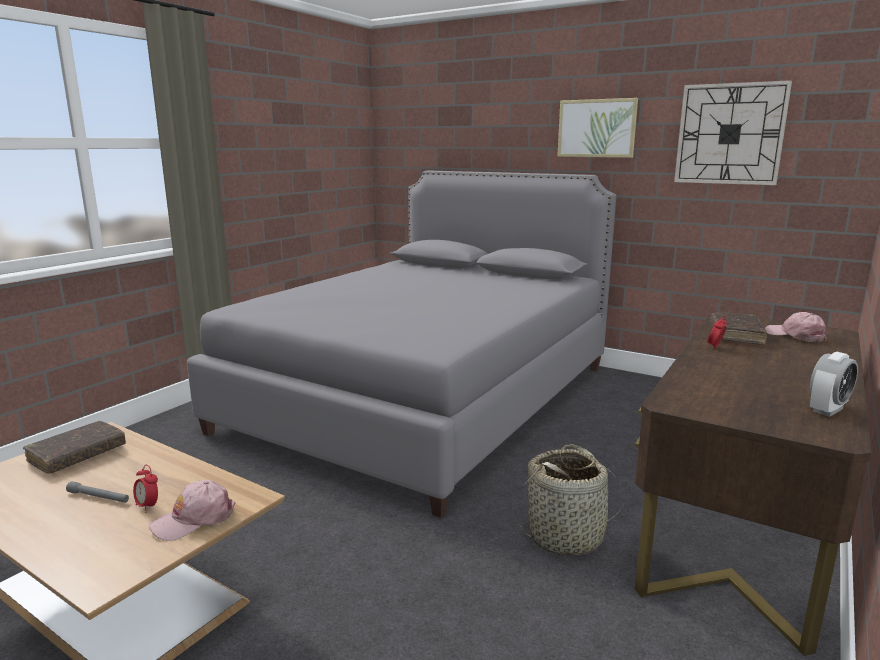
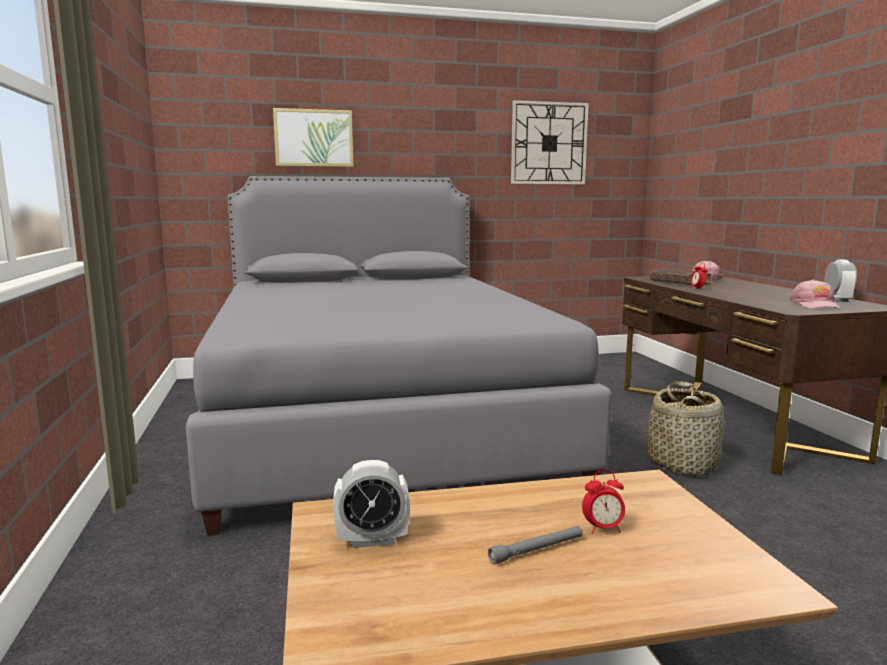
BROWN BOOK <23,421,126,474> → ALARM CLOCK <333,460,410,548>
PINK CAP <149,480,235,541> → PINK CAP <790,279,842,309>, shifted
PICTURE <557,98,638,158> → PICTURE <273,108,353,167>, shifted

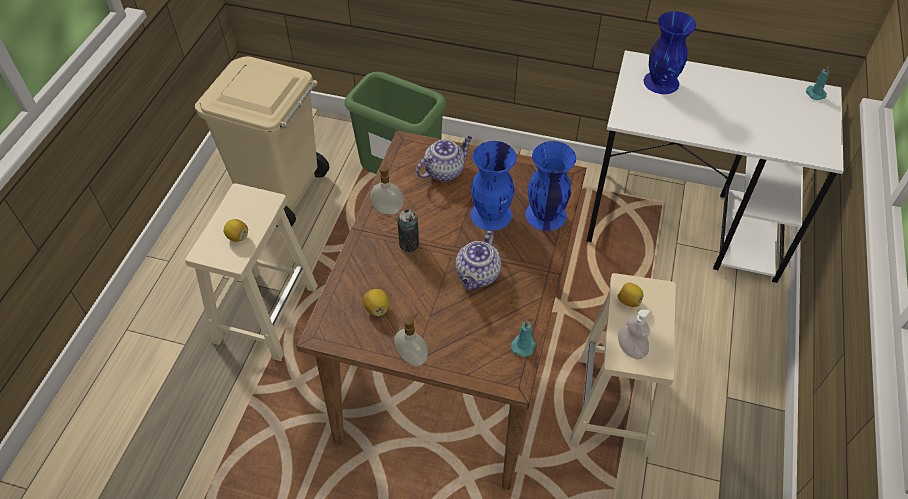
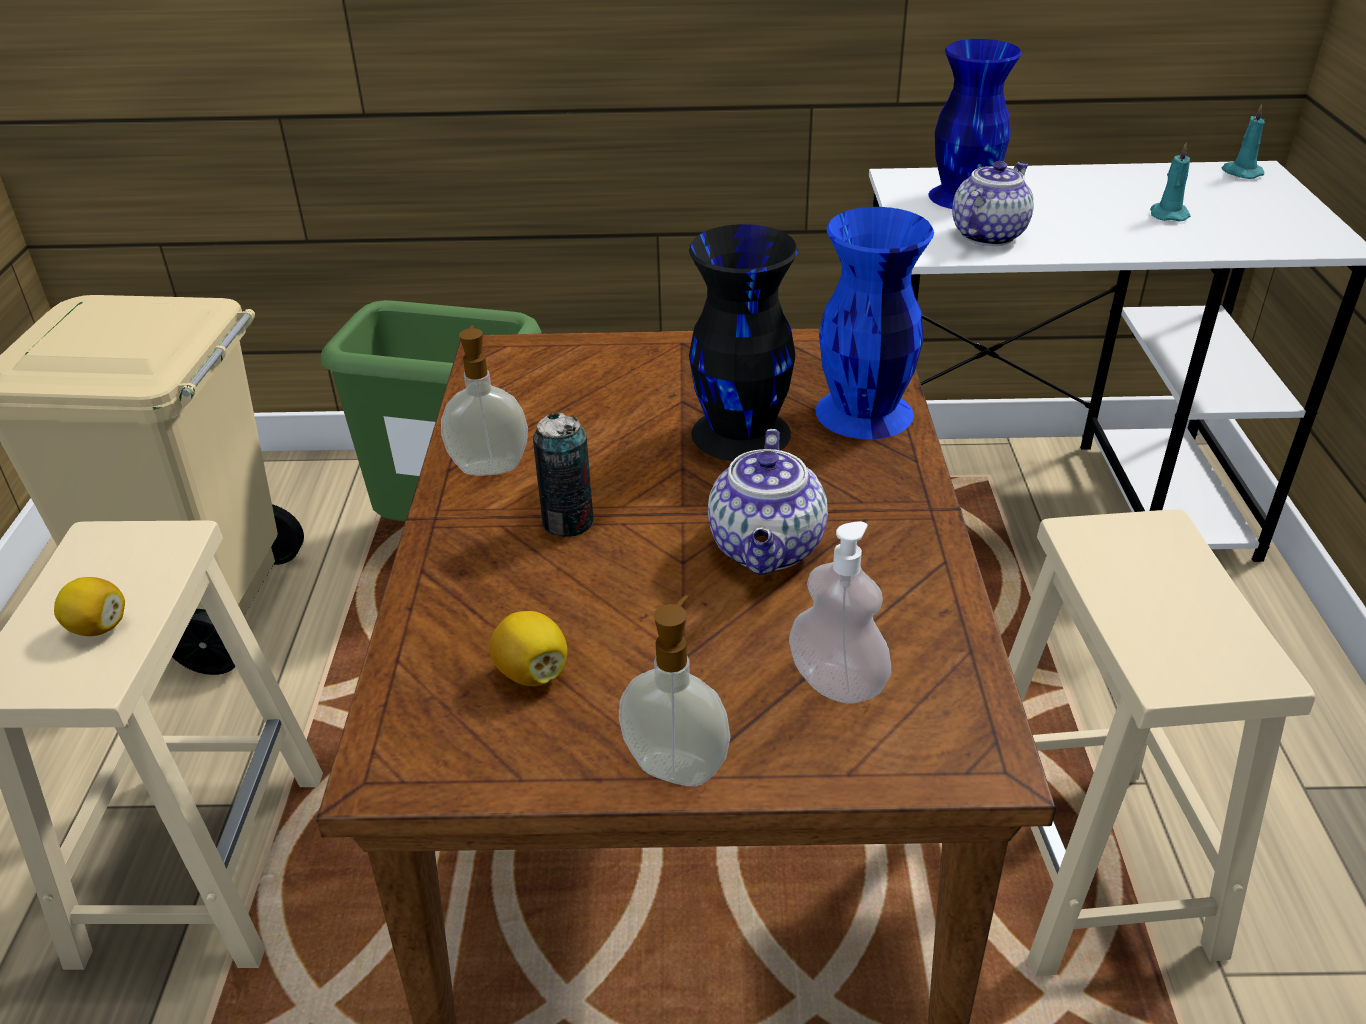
TEAPOT <416,136,472,182> → TEAPOT <952,161,1034,246>, shifted
BLUE VASE <471,141,517,231> → BLACK VASE <689,224,798,461>
TURQUOISE CANDLE <511,321,536,357> → TURQUOISE CANDLE <1150,143,1191,221>, shifted
LEMON <618,283,644,307> → -
SOAP DISPENSER <618,310,650,360> → SOAP DISPENSER <789,521,891,704>, shifted

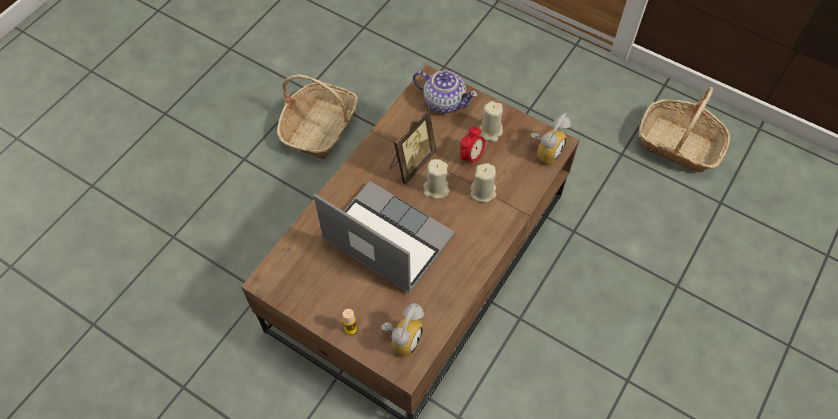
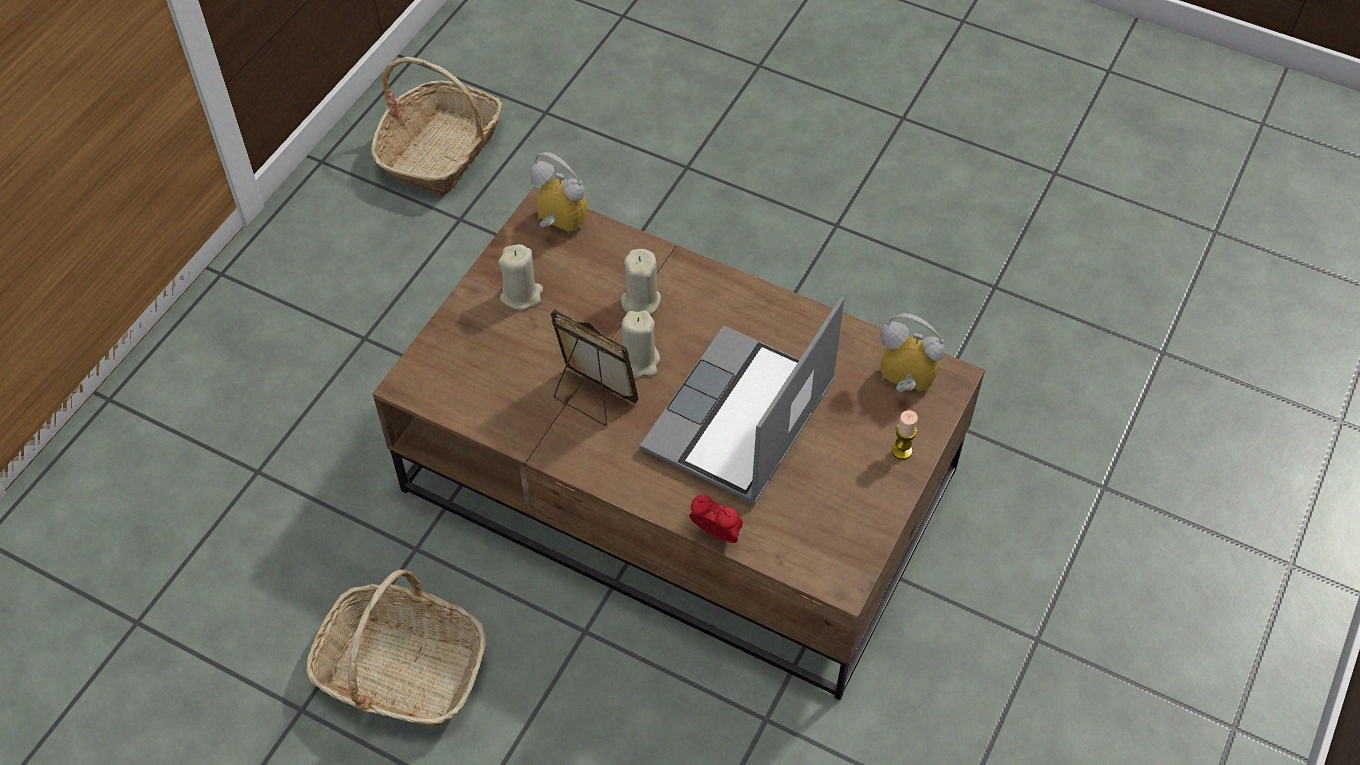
TEAPOT <413,71,478,113> → -
ALARM CLOCK <460,126,485,167> → ALARM CLOCK <689,495,743,543>, shifted

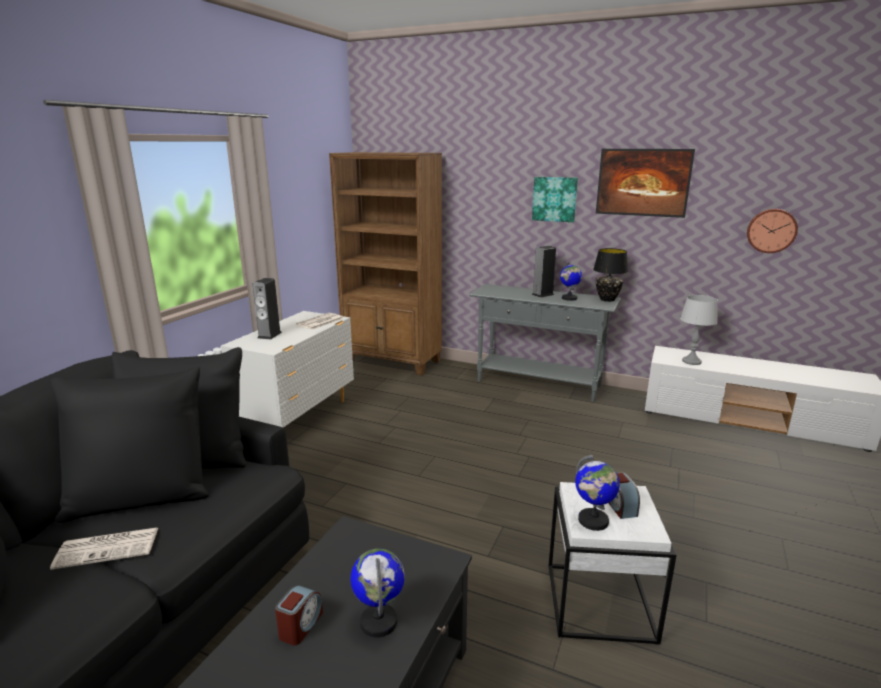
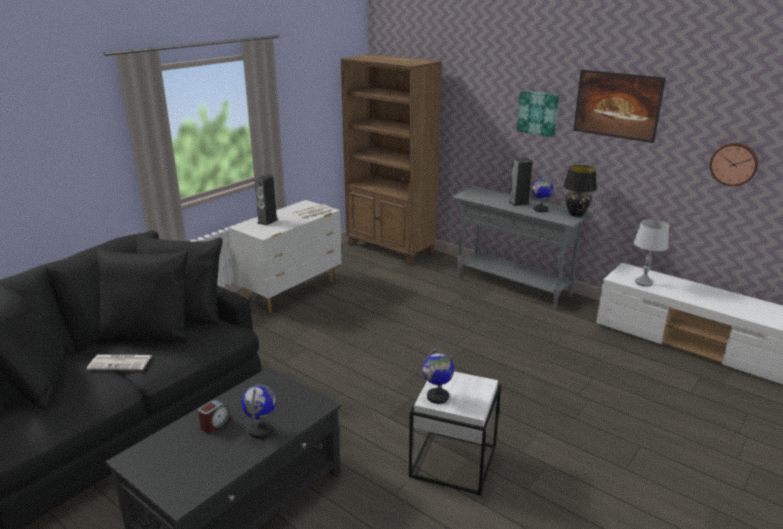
ALARM CLOCK <609,472,640,519> → -

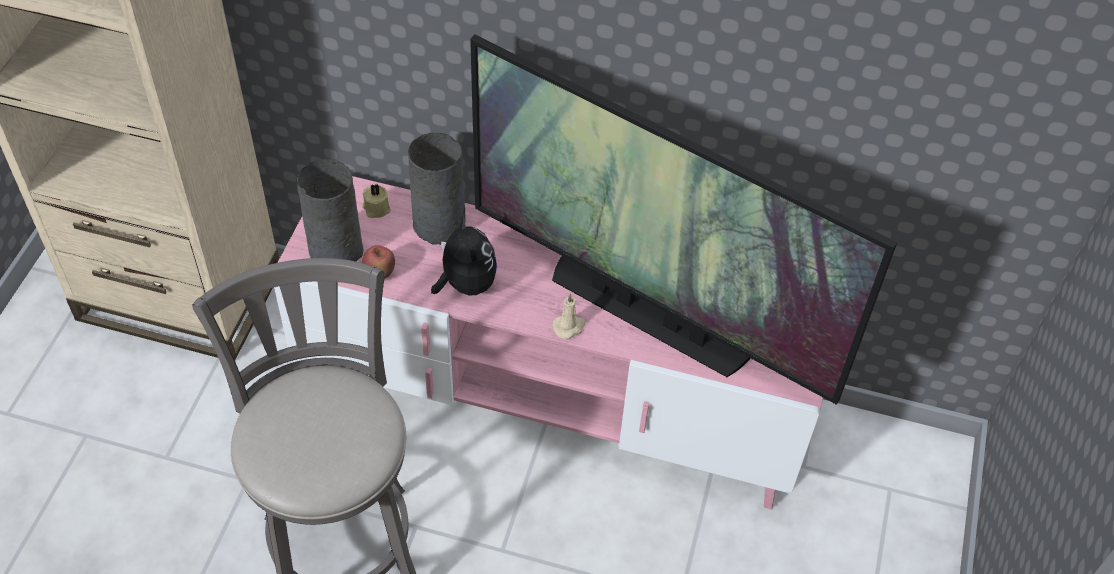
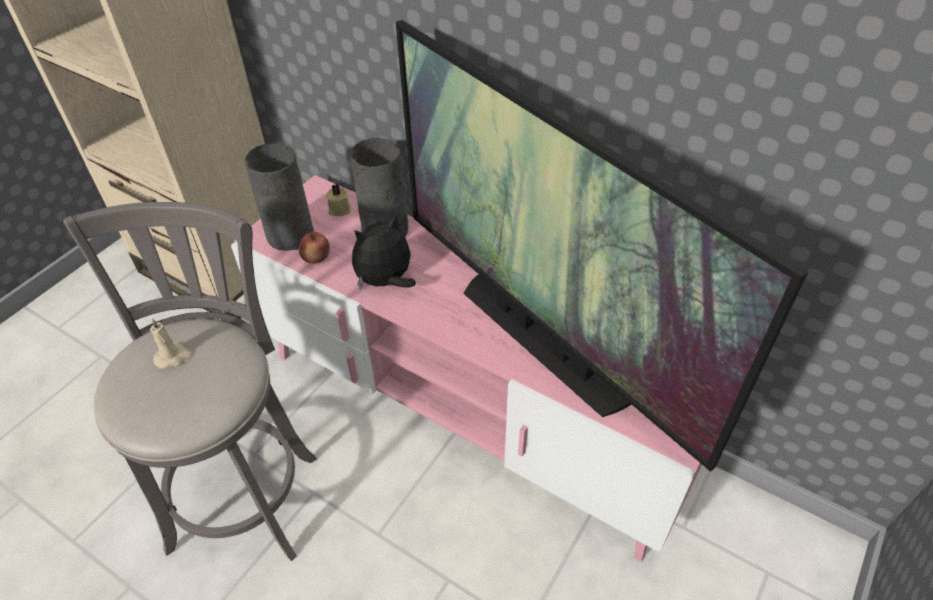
PLUSH TOY <431,214,497,296> → PLUSH TOY <352,214,416,290>, 120 degrees counterclockwise
BEIGE CANDLE <552,293,585,339> → BEIGE CANDLE <150,318,193,369>, shifted

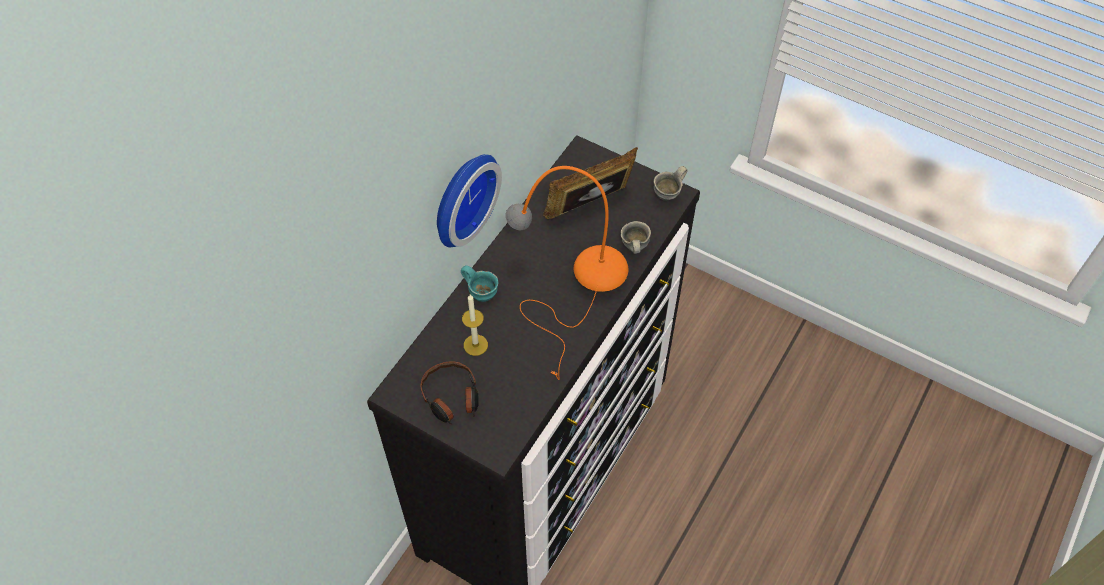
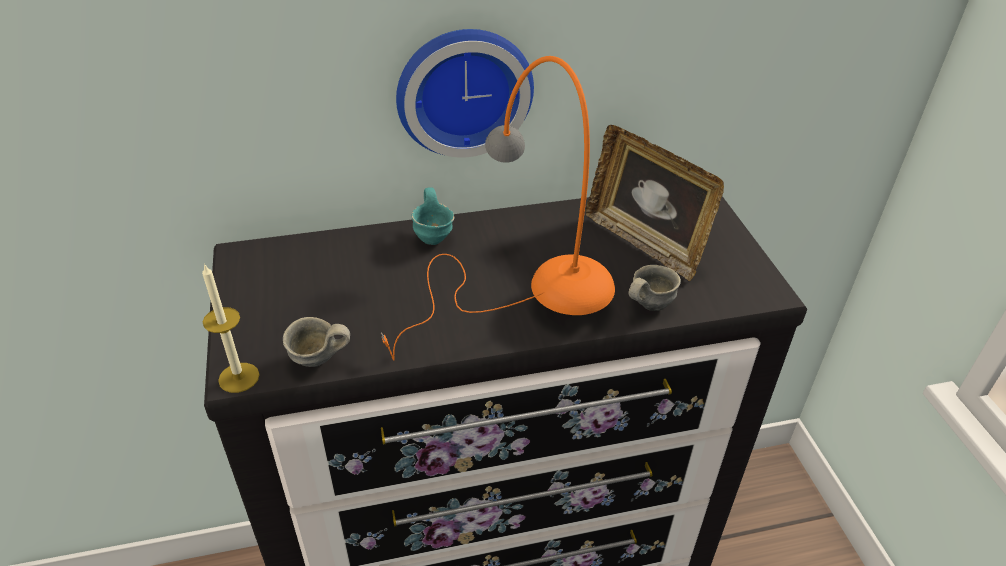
HEADPHONES <420,361,479,425> → -
CANDLE <462,295,488,356> → CANDLE <202,263,260,393>, shifted
PICTURE FRAME <543,147,638,220> → PICTURE FRAME <585,125,724,281>, 150 degrees counterclockwise
GREY MUG <654,166,688,201> → GREY MUG <283,317,350,367>, shifted

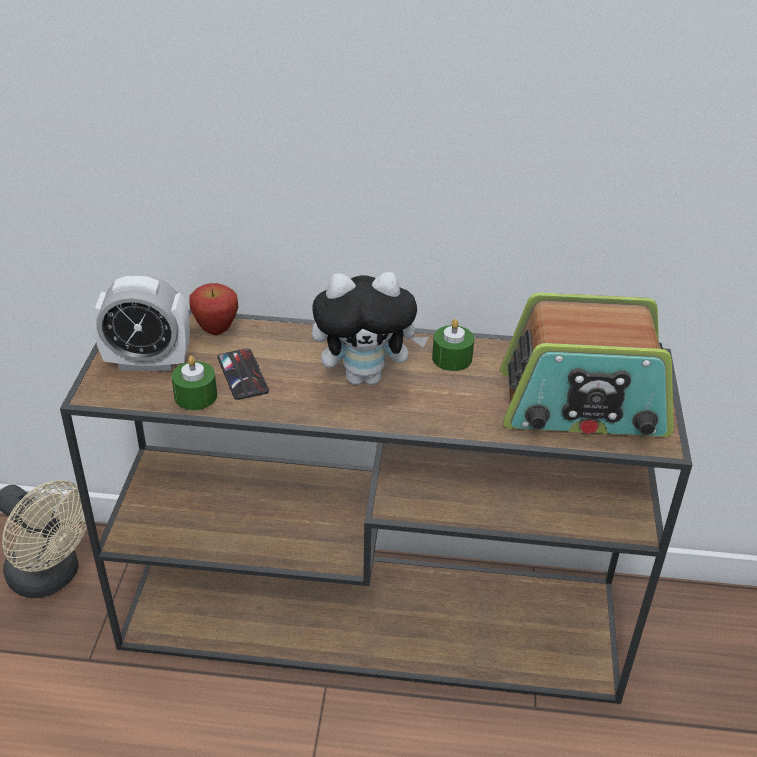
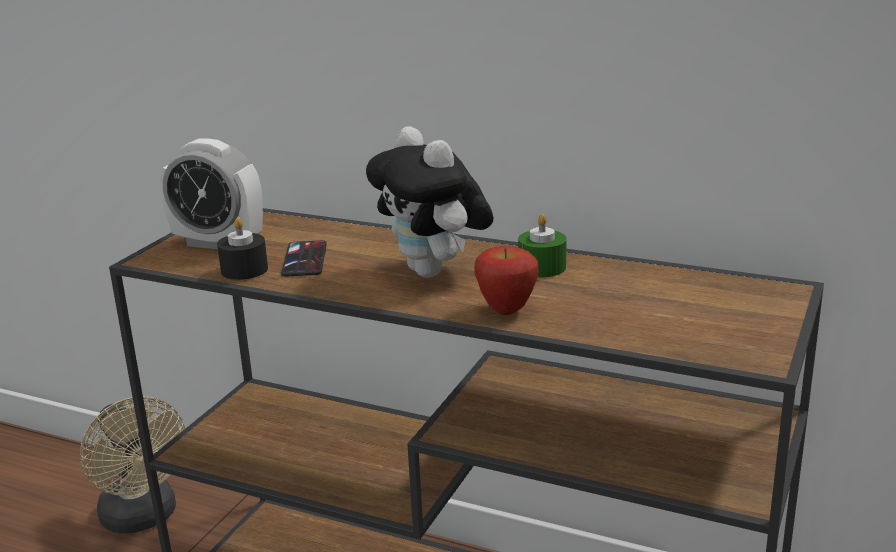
GREEN CANDLE <172,356,217,410> → BLACK CANDLE <217,217,268,280>
APPLE <189,283,238,335> → APPLE <474,246,538,315>, shifted
PLUSH TOY <312,272,429,385> → PLUSH TOY <366,126,493,278>, 45 degrees clockwise
RADIO <500,293,674,437> → -

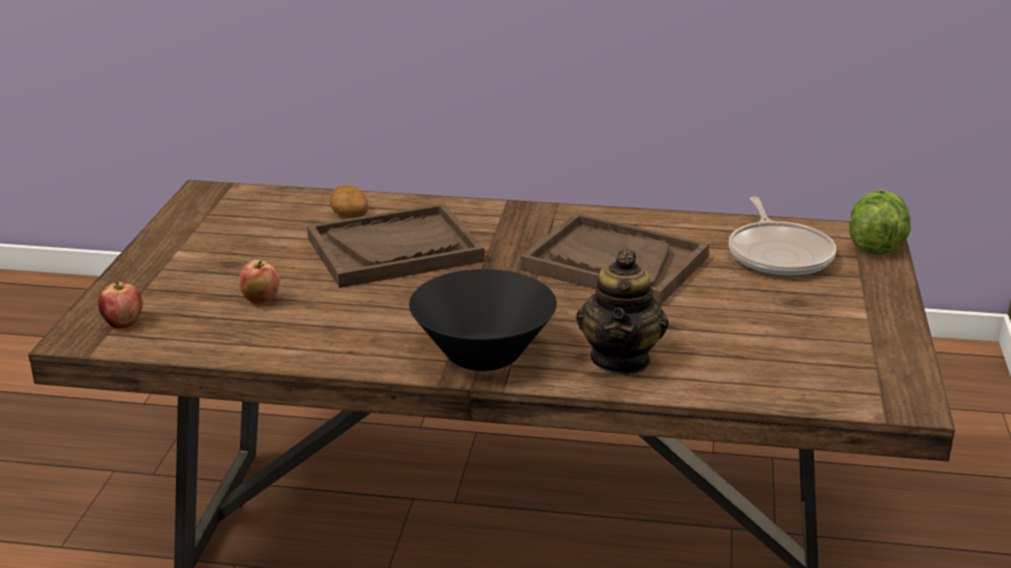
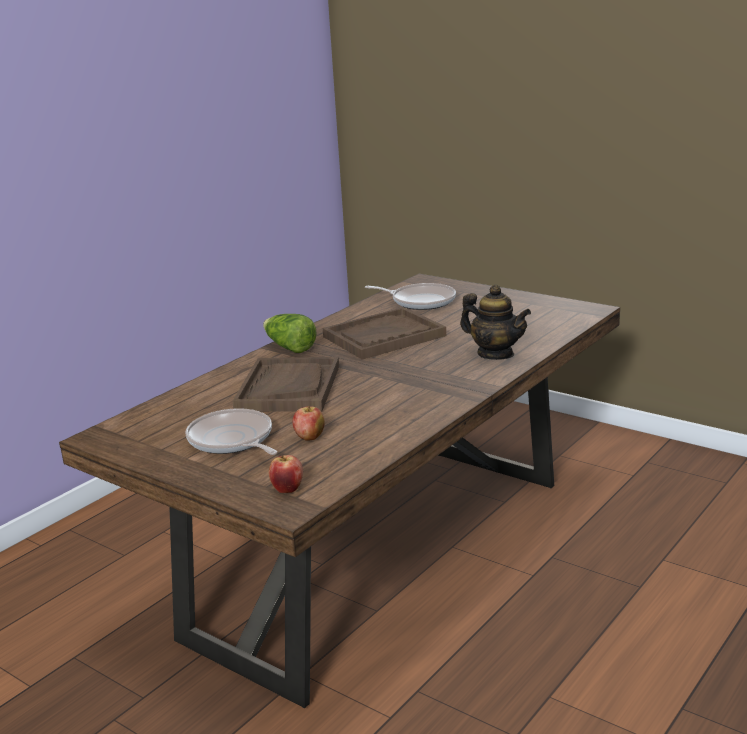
POTATO <330,185,368,218> → -
BLACK BOWL <409,269,557,371> → -
LETTUCE <849,190,911,255> → LETTUCE <263,314,317,353>, shifted
- → FRYING PAN <186,408,277,455>

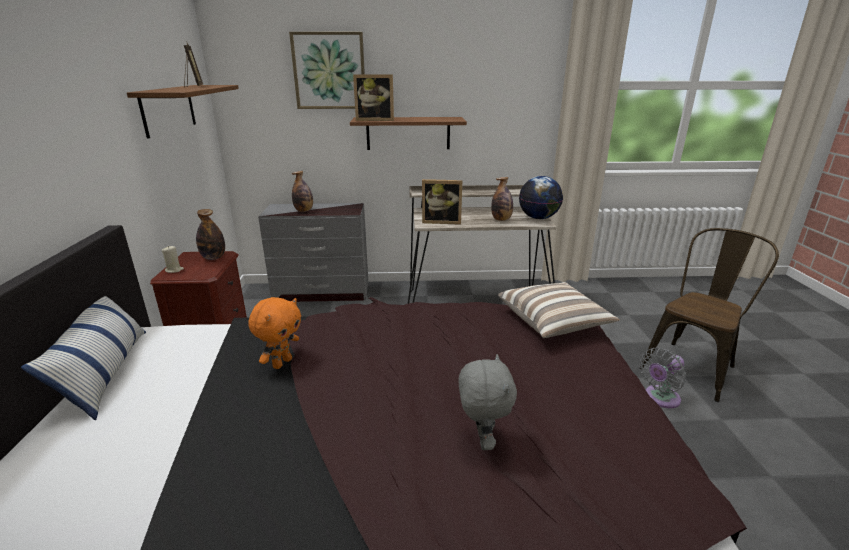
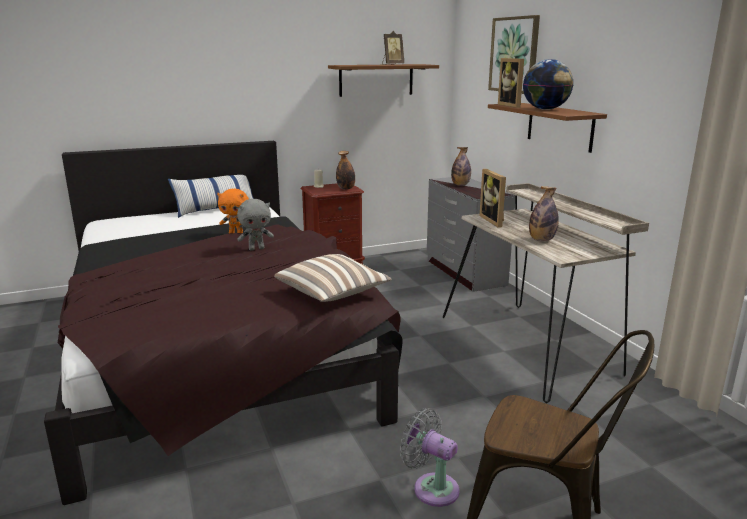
GREY PLUSH TOY <458,354,517,450> → GREY PLUSH TOY <237,199,274,251>, shifted
GLOBE <519,176,563,219> → GLOBE <523,59,573,110>, shifted

